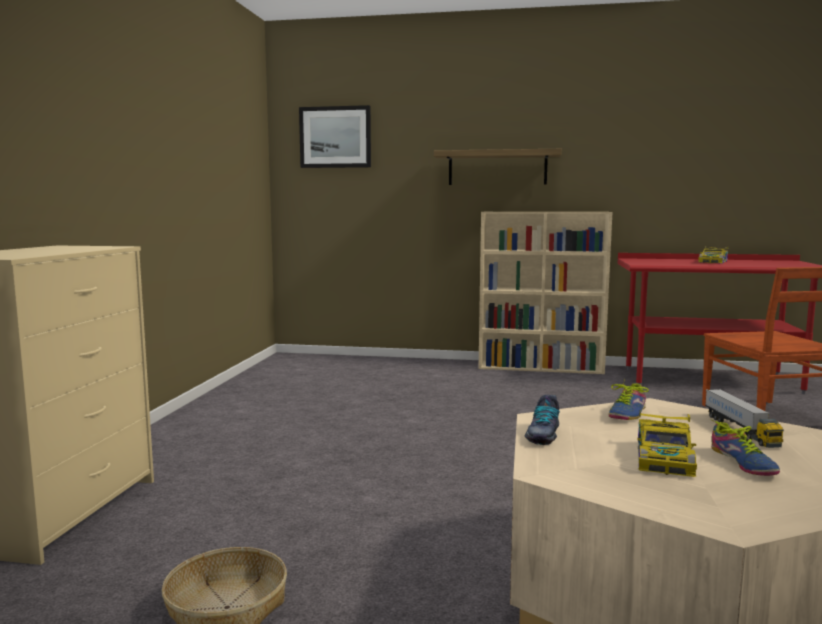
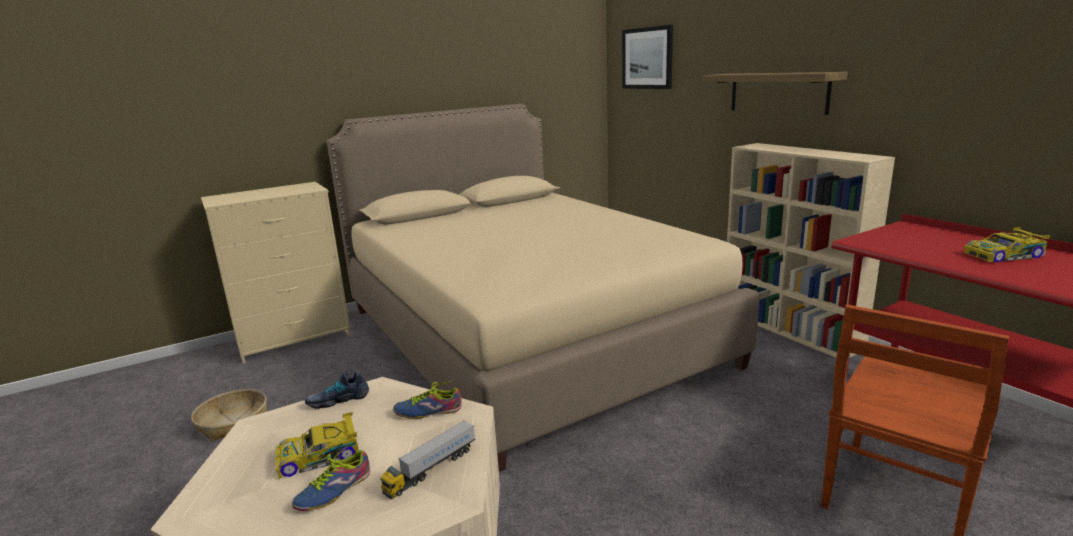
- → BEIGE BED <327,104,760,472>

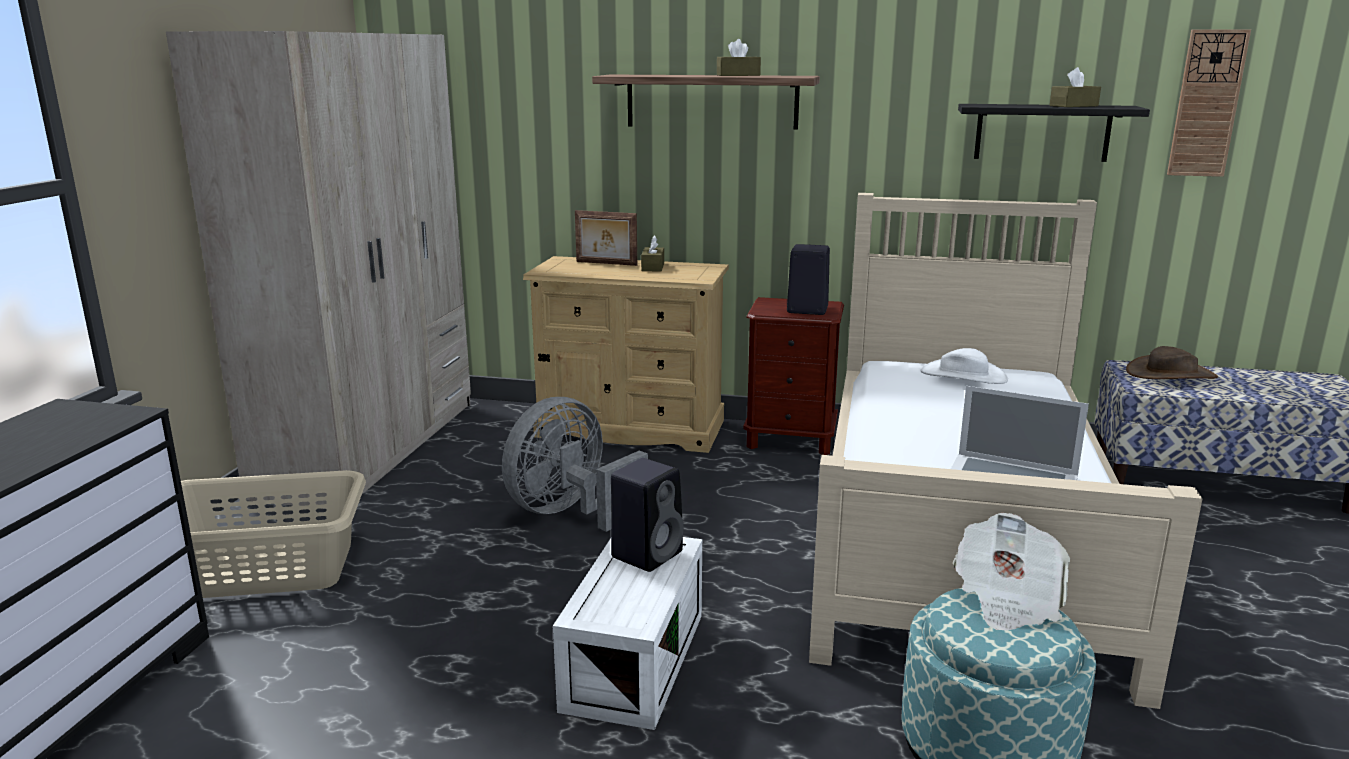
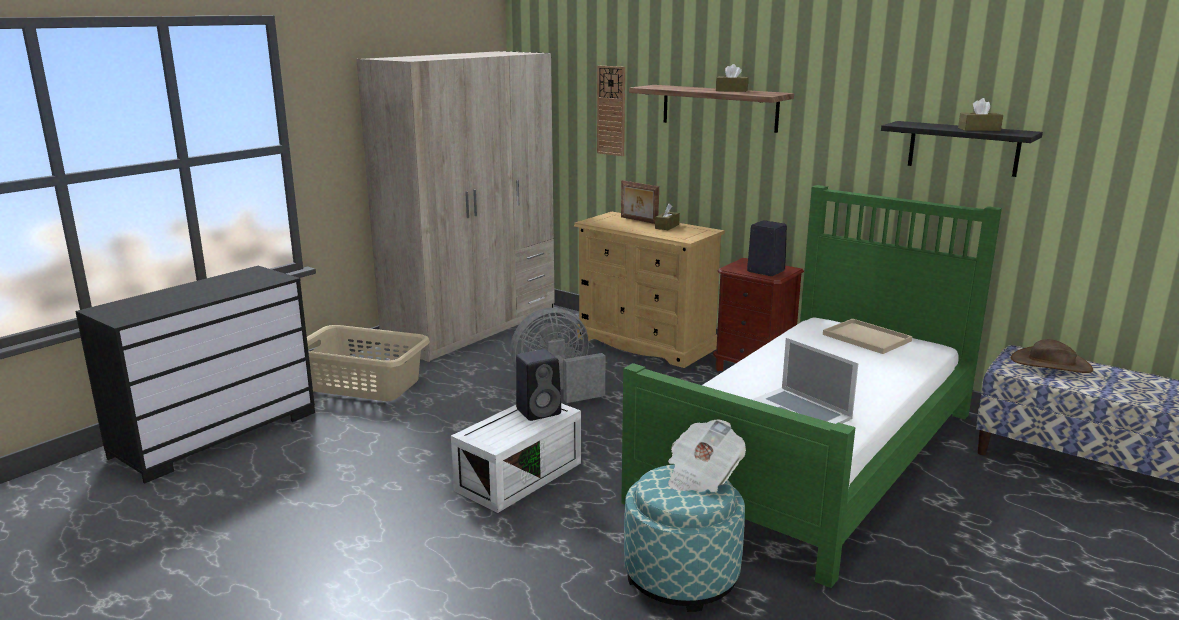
BEIGE BED <809,193,1202,709> → GREEN BED <621,185,1002,588>
WHITE HAT <920,348,1008,384> → BEIGE TRAY <823,319,912,354>
WALL CLOCK <1167,29,1251,177> → WALL CLOCK <597,66,625,156>, shifted

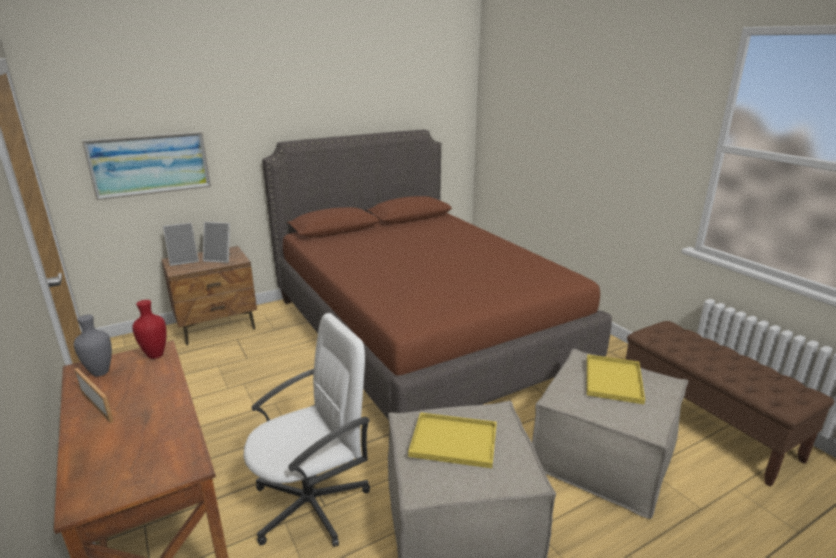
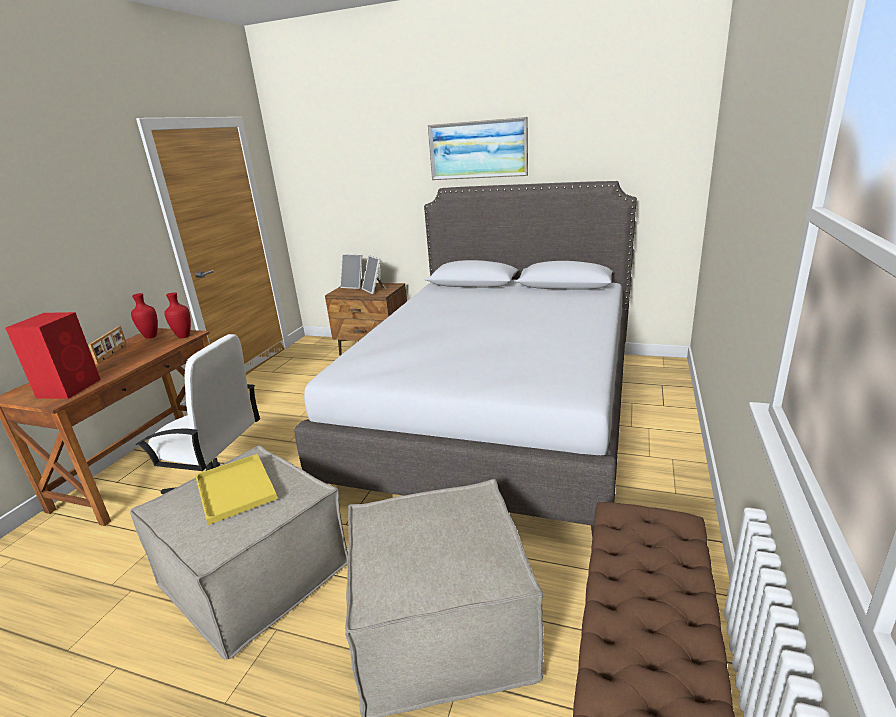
GREY VASE <74,314,112,377> → RED VASE <131,293,158,339>
PICTURE <82,132,211,200> → PICTURE <428,117,528,180>, shifted
BROWN BED <262,130,612,420> → GREY BED <294,181,637,537>
YELLOW TRAY <587,354,645,404> → -
- → RED SPEAKER <5,312,101,399>

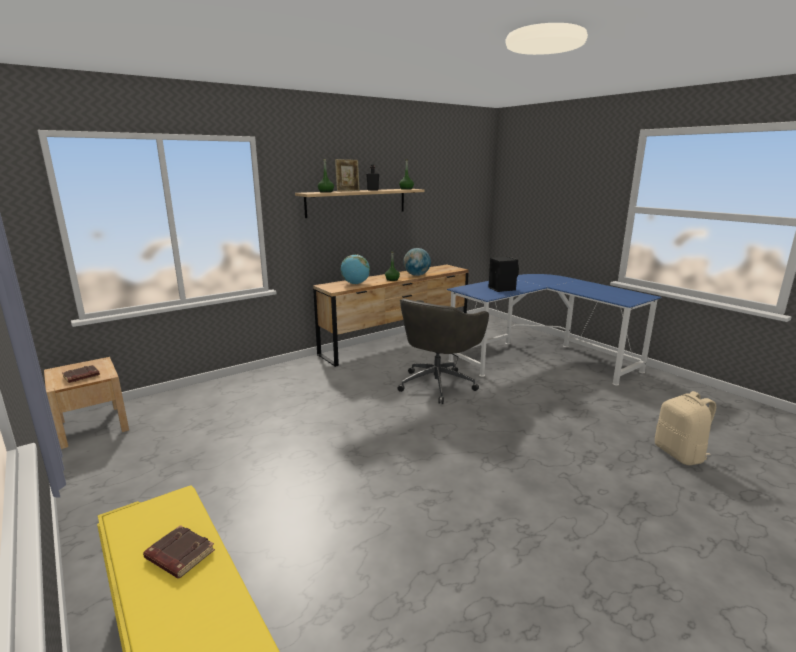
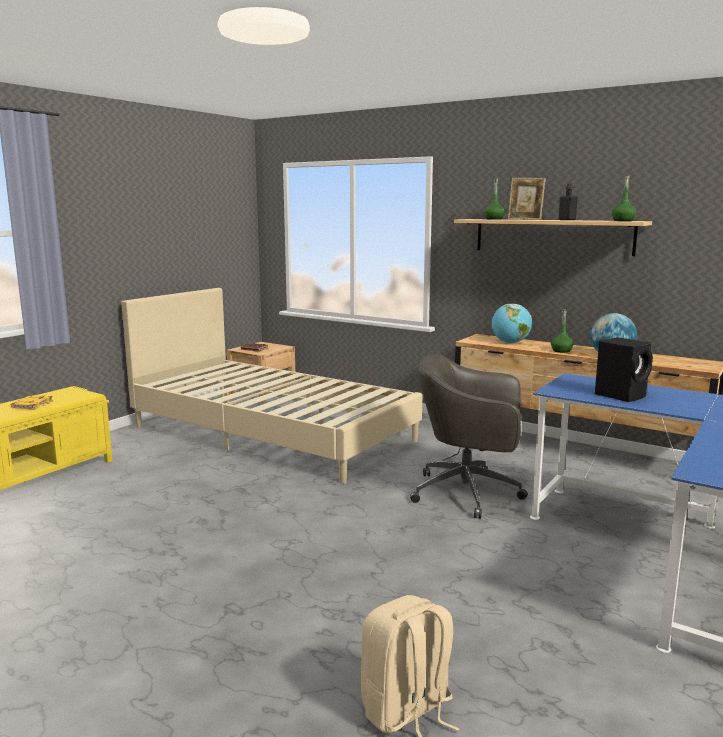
BROWN BOOK <143,525,215,579> → YELLOW BOOK <10,395,53,410>
- → BEIGE BED <122,288,422,484>

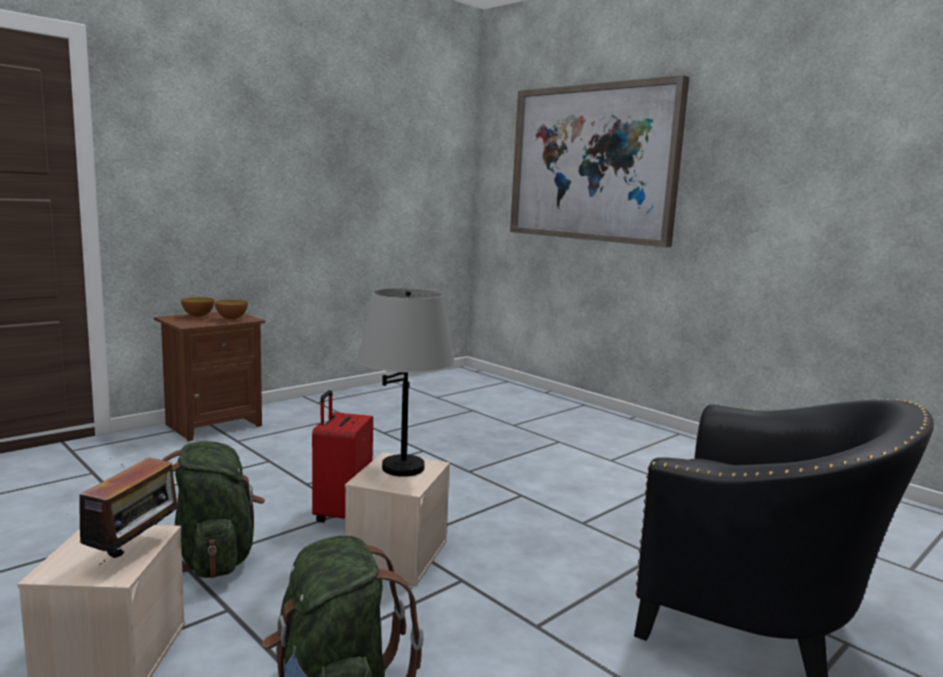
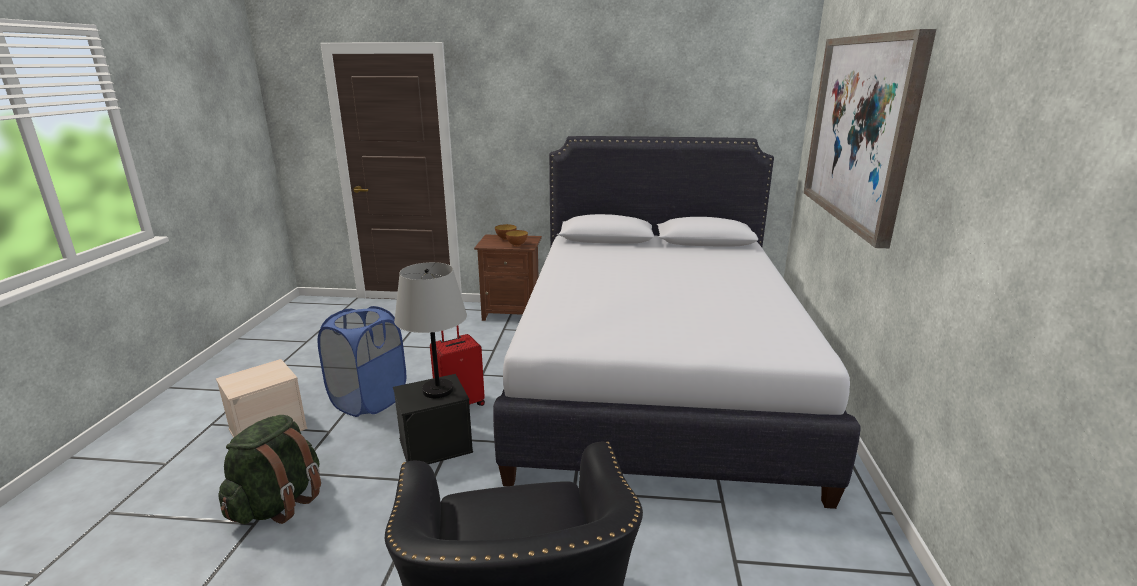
RADIO <67,457,184,565> → -
GREEN BACKPACK <155,441,265,578> → BLUE LAUNDRY BASKET <318,306,406,417>
BEIGE STORAGE BOX <345,452,450,585> → BLACK STORAGE BOX <393,374,473,464>
- → WHITE BED <493,136,861,509>

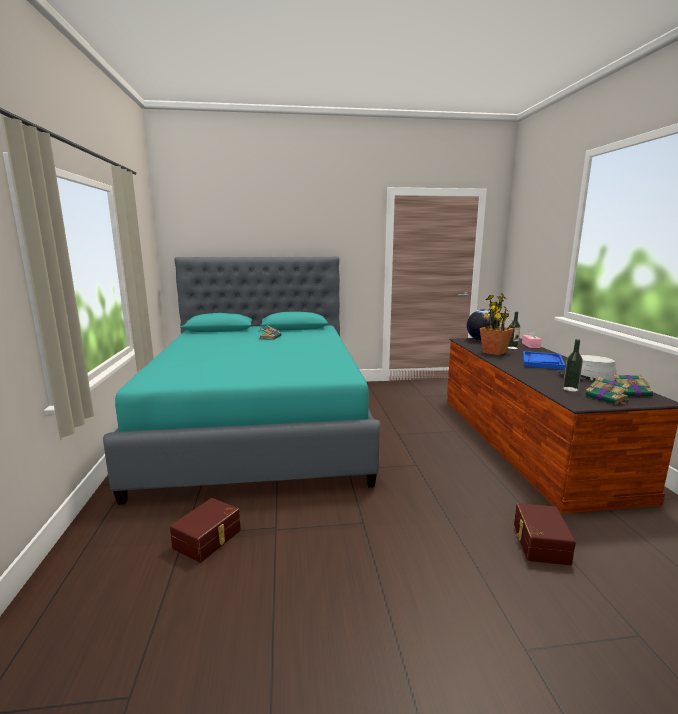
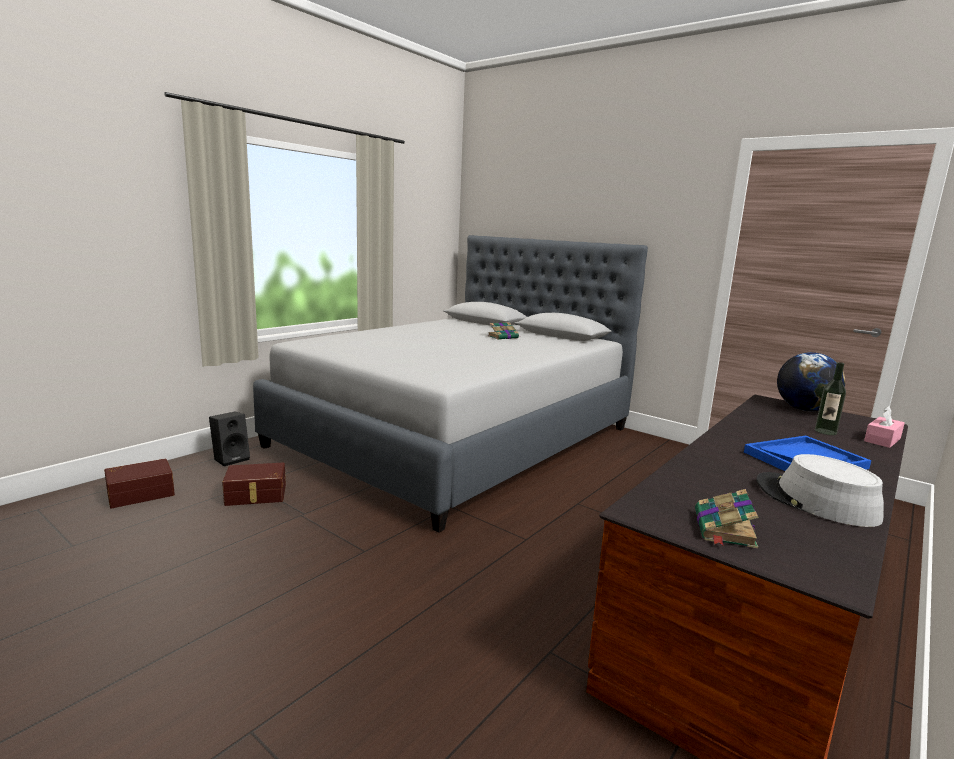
TURQUOISE BED <103,257,380,505> → GREY BED <253,235,648,533>
POTTED PLANT <480,293,514,355> → -
BROWN STORAGE BOX <514,503,576,565> → BROWN STORAGE BOX <104,458,175,508>, shifted
BOTTLE <563,339,583,392> → -
BOOK <613,375,654,397> → -
- → BLACK SPEAKER <209,411,250,466>

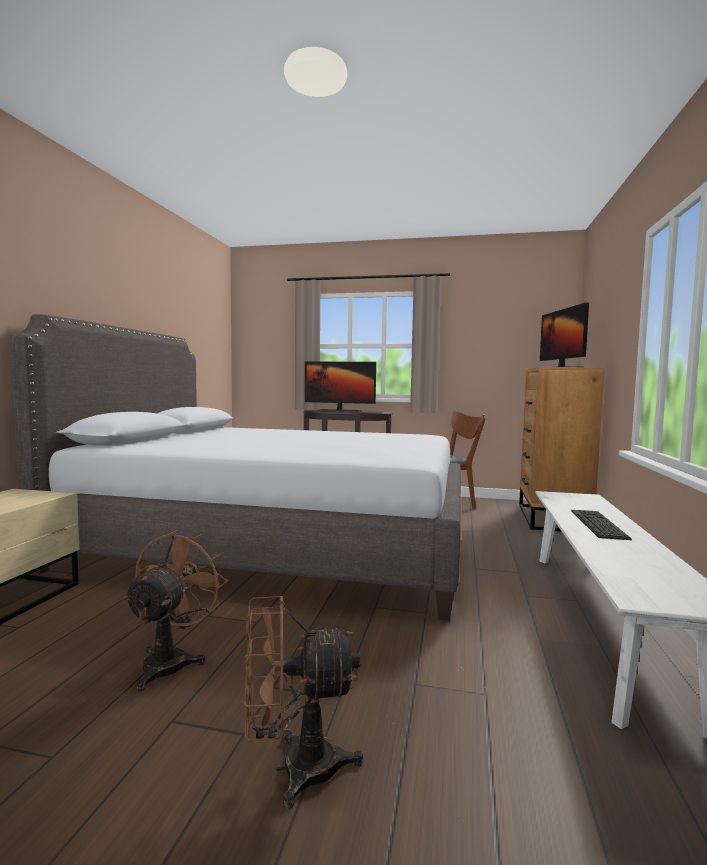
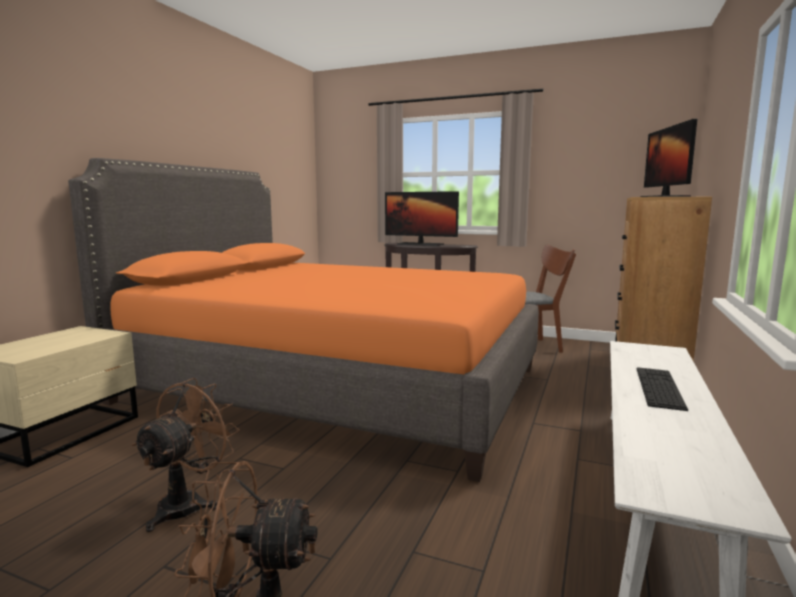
GREY BED <10,314,461,621> → ORANGE BED <68,158,539,482>

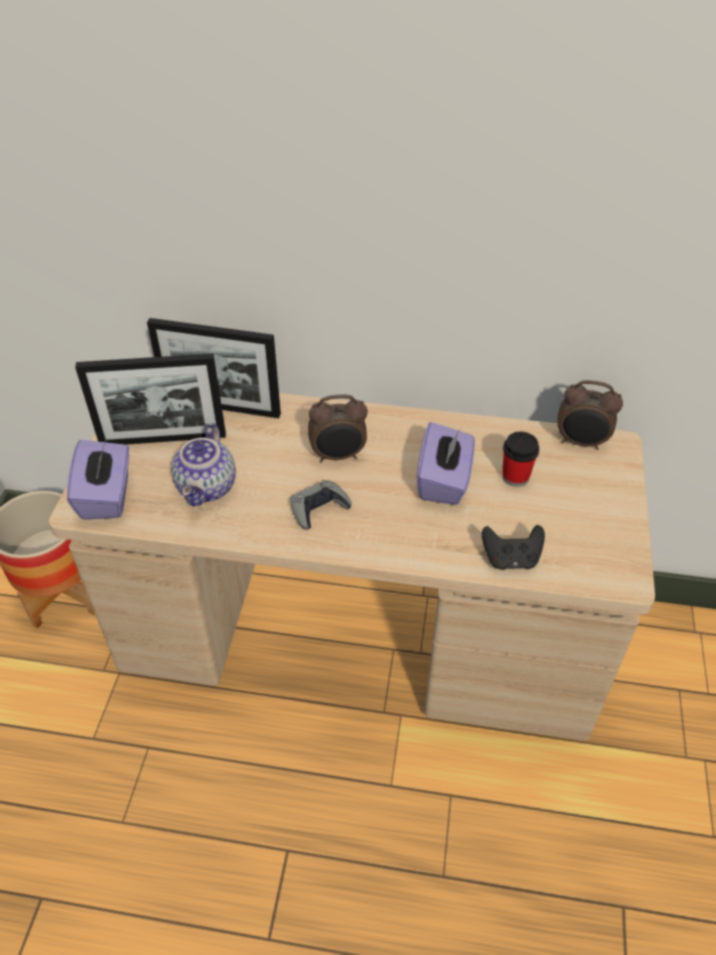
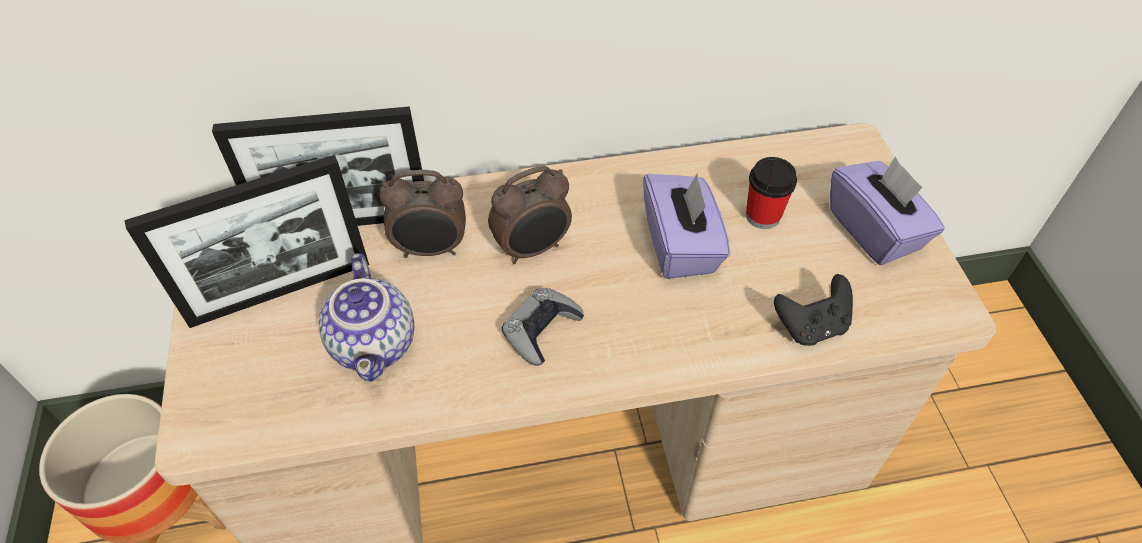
PURPLE TISSUE BOX <67,440,129,520> → PURPLE TISSUE BOX <830,156,945,265>, shifted
ALARM CLOCK <558,380,623,450> → ALARM CLOCK <379,170,466,258>, shifted

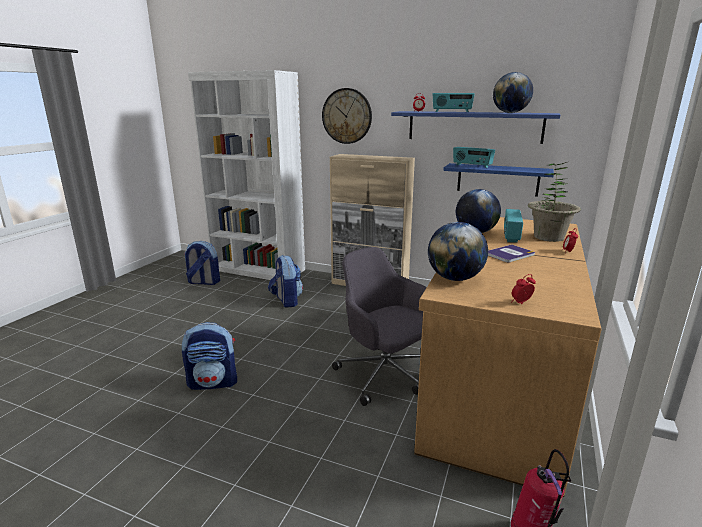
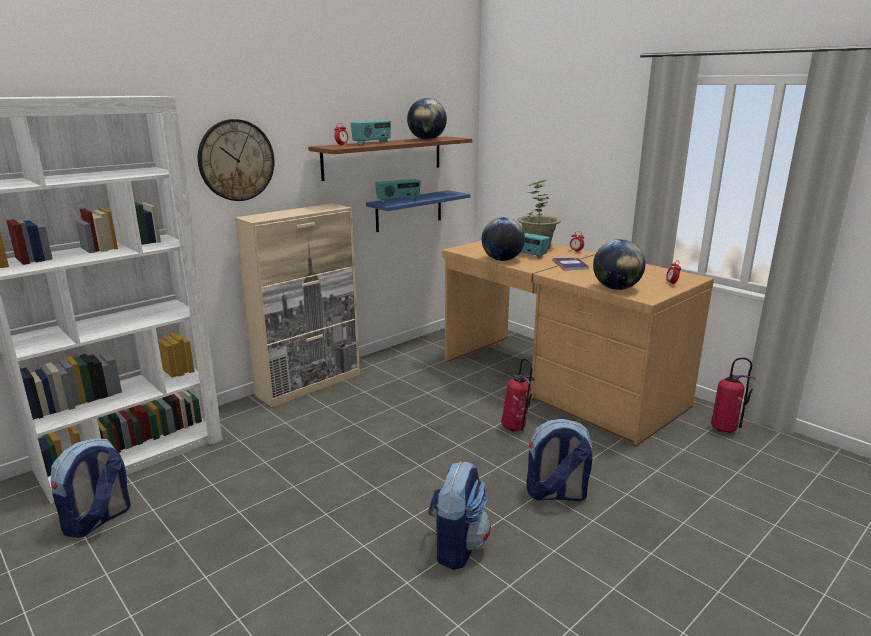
BACKPACK <268,255,303,307> → BACKPACK <526,419,592,501>, shifted
GREY OFFICE CHAIR <332,247,427,406> → FIRE EXTINGUISHER <501,359,535,431>
BLUE SHELF <391,111,560,144> → BROWN SHELF <308,136,473,181>

